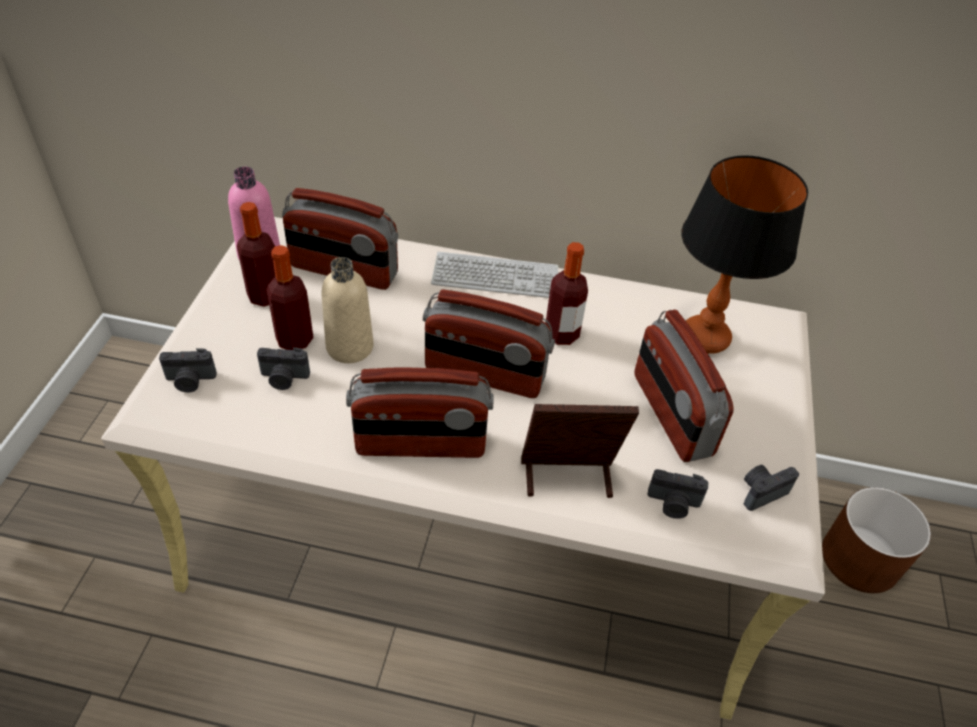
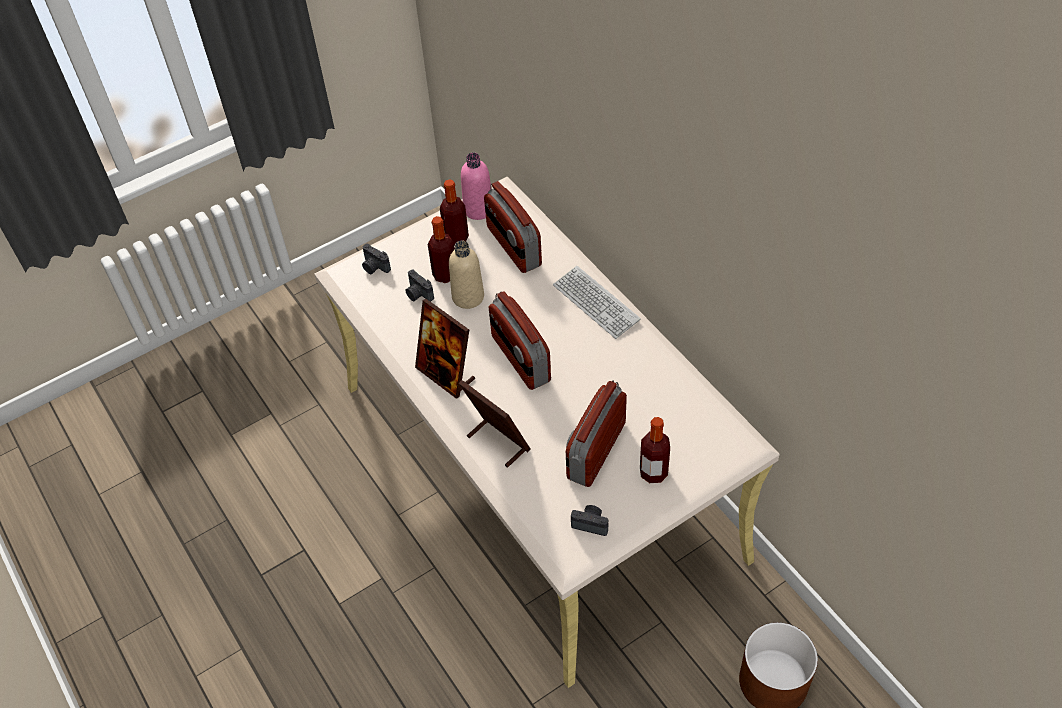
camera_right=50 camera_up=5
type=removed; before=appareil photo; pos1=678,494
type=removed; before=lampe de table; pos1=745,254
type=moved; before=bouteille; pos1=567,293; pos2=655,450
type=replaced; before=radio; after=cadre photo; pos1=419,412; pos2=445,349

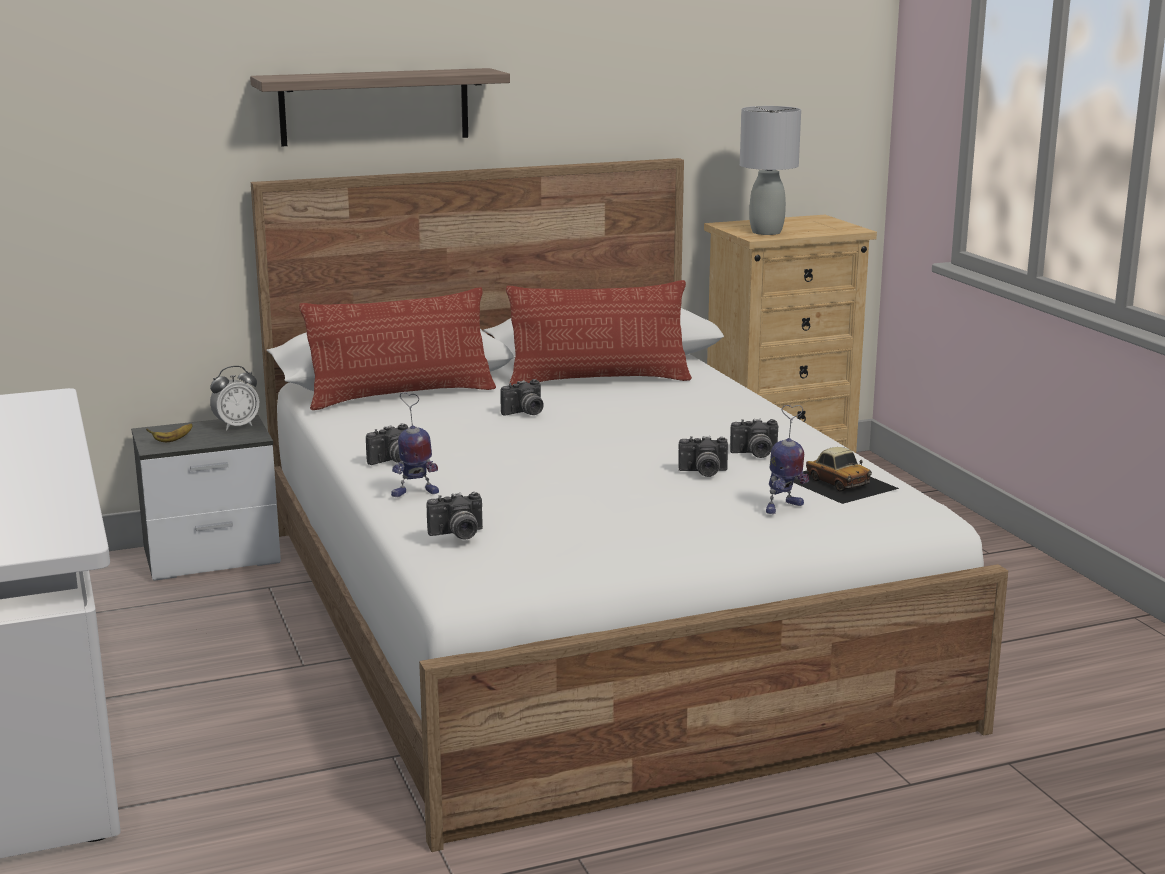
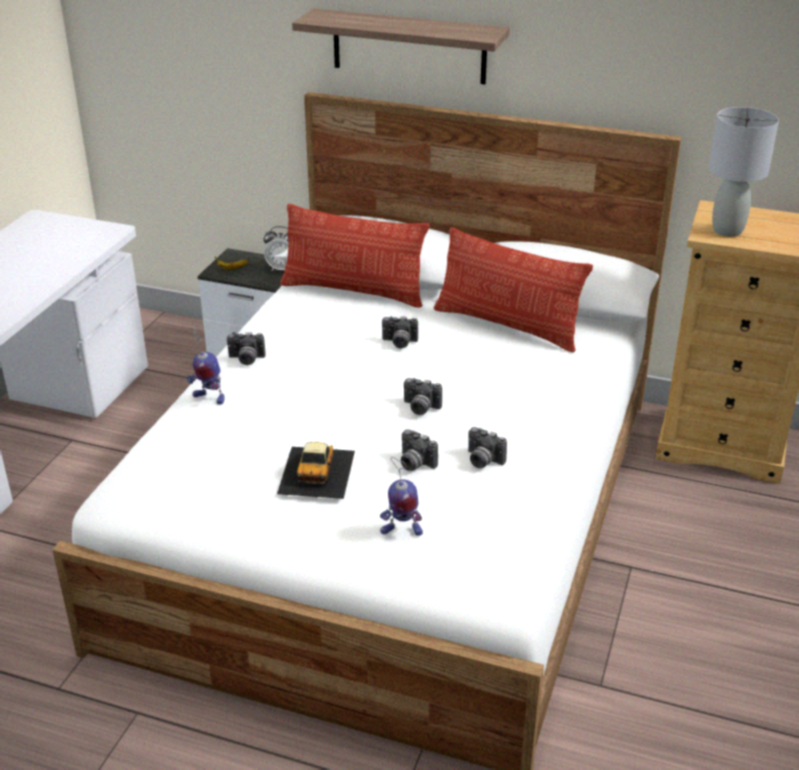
camera_right=40 camera_up=15
type=moved; before=appareil photo; pos1=455,515; pos2=423,396
type=moved; before=petite voiture; pos1=846,475; pos2=316,470

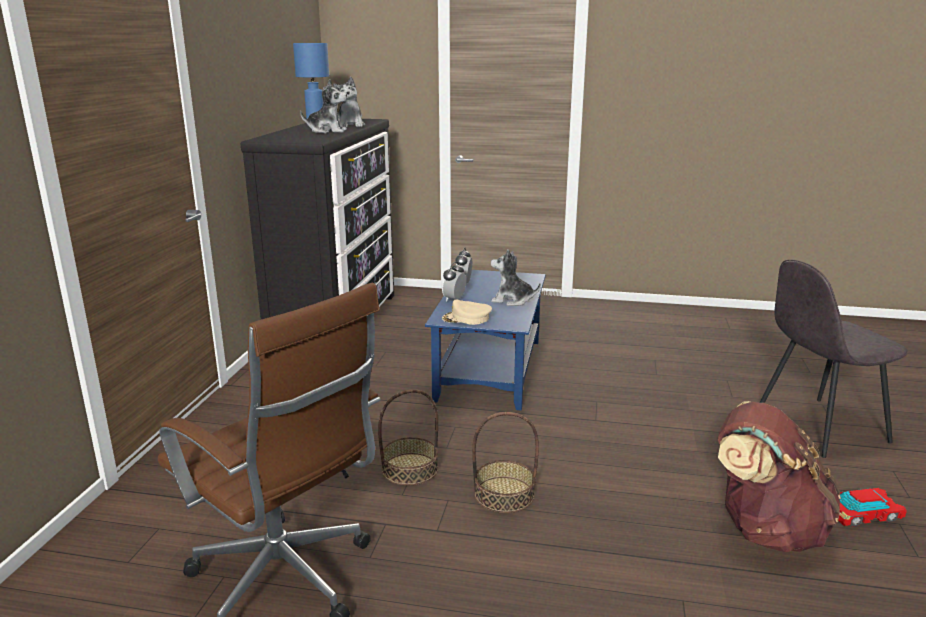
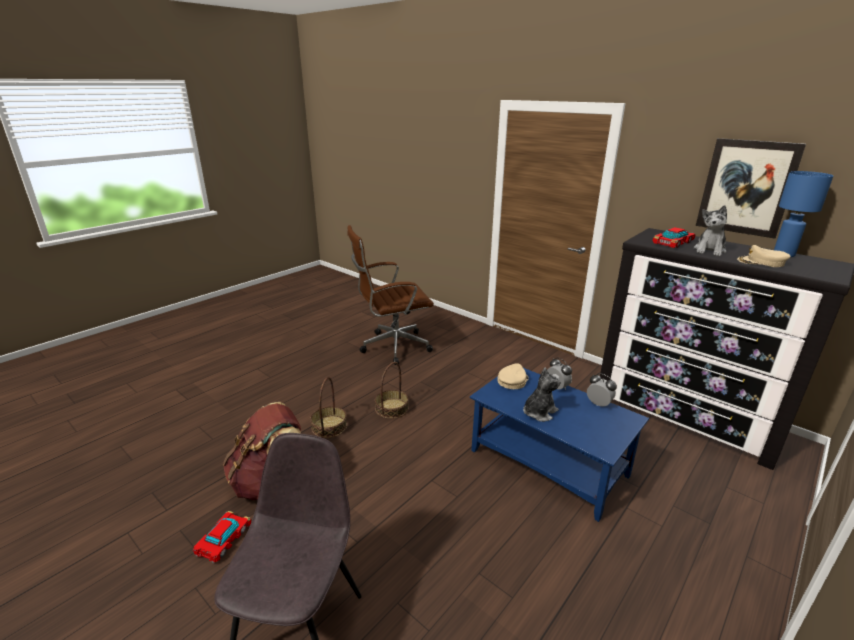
camera_right=120 camera_up=5
type=added; after=petite voiture; pos2=674,237
type=added; after=tableau; pos2=751,188
type=moved; before=panier; pos1=408,437; pos2=328,407
type=replaced; before=peluche; after=casquette [beige]; pos1=349,102; pos2=764,256

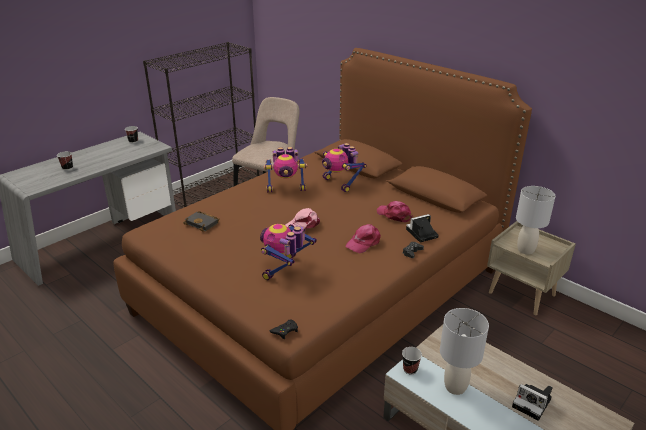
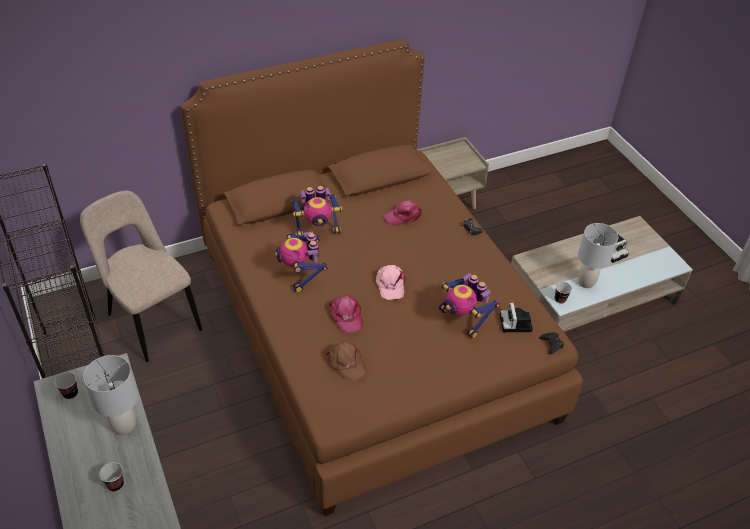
camera_right=-70 camera_up=15
type=moved; before=casquette [rose]; pos1=363,238; pos2=346,314
type=moved; before=appareil photo; pos1=422,228; pos2=516,317
type=moved; before=lampe de table [gris]; pos1=535,220; pos2=110,395
type=replaced; before=livre [noir]; after=casquette [marron]; pos1=201,221; pos2=346,361
type=turned; before=robot jouet; pos1=285,170; pos2=301,262; turn=150

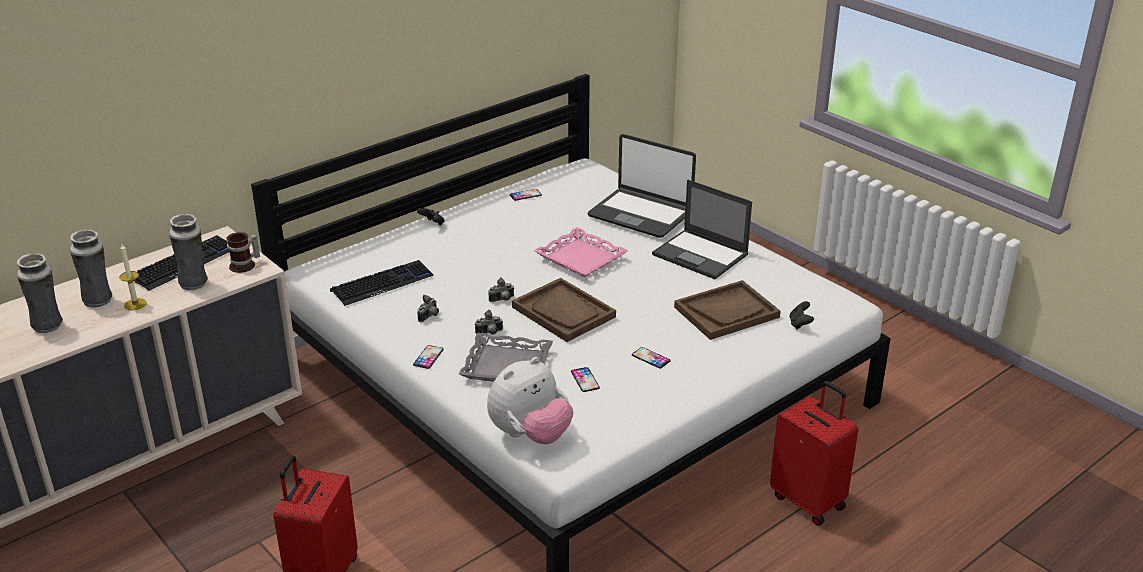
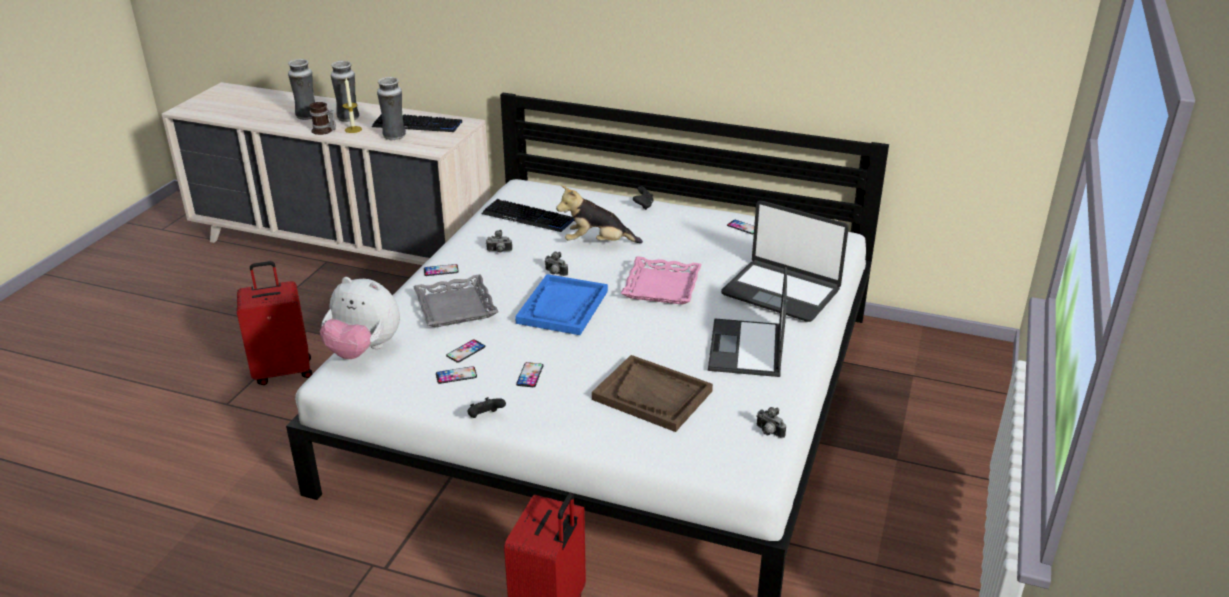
camera_right=60 camera_up=0
type=added; after=téléphone; pos2=456,375
type=added; after=peluche; pos2=599,214
type=moved; before=mug; pos1=243,252; pos2=322,118
type=moved; before=appareil photo; pos1=489,322; pos2=771,422
type=moved; before=manette [noir]; pos1=801,315; pos2=486,407
type=recoloured; before=plateau [marron]; after=plateau [bleu]; pos1=564,310; pos2=561,304
type=turned; before=ordinateur portable; pos1=642,186; pos2=785,261; turn=-60

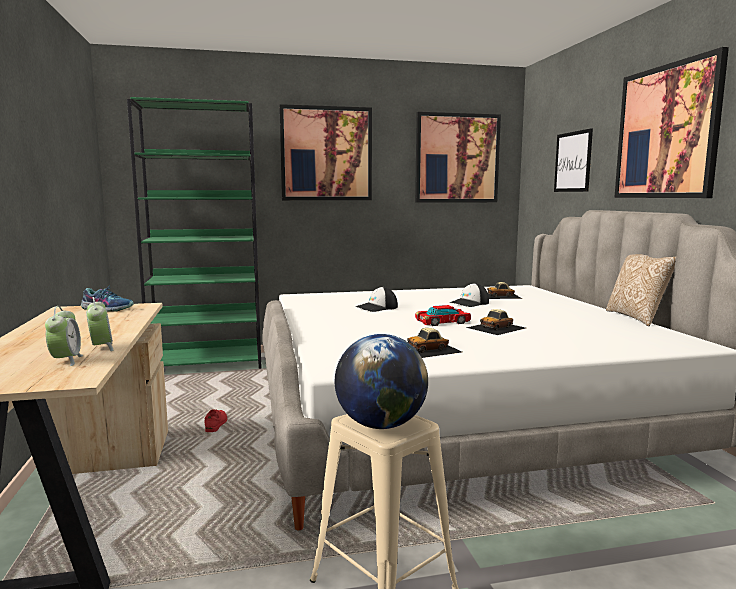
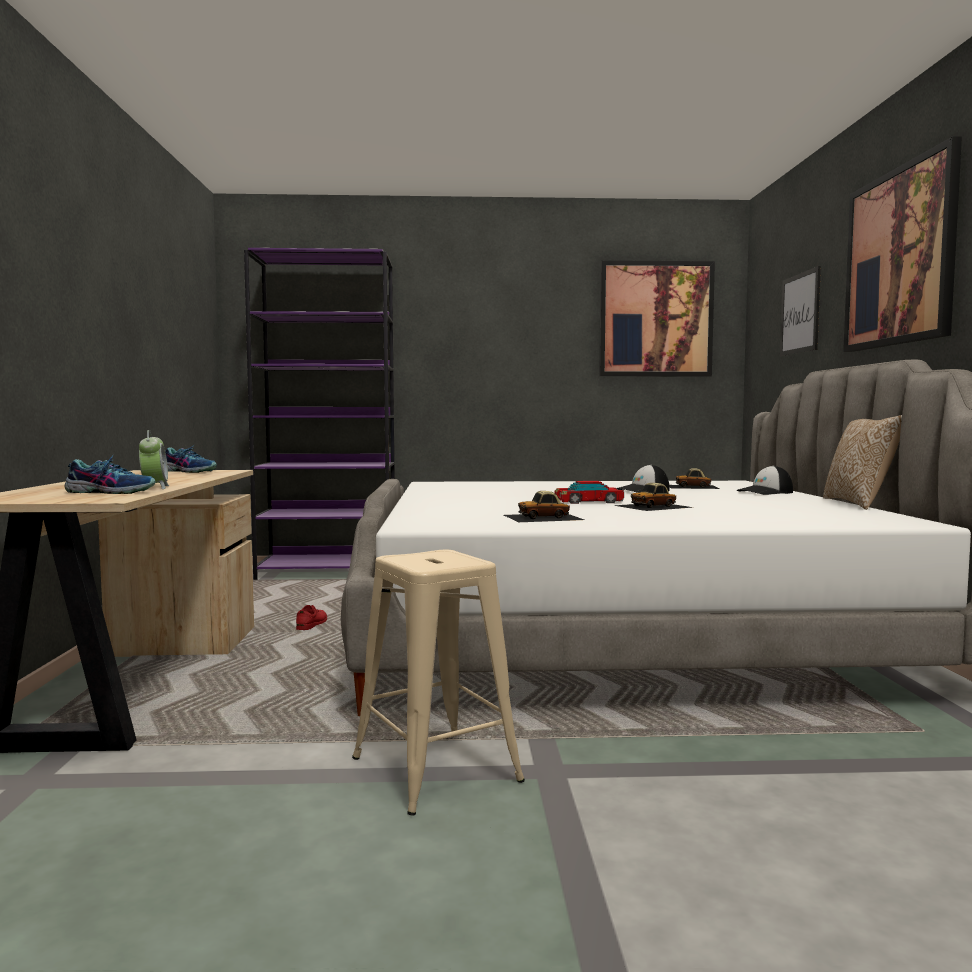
camera_right=10 camera_up=-5
type=removed; before=tableau; pos1=325,152
type=removed; before=globe; pos1=381,381
type=moved; before=casquette; pos1=376,299; pos2=765,480
type=replaced; before=réveil; after=chaussure; pos1=64,336; pos2=110,474
type=recoloured; before=bibliothèque [vert]; after=bibliothèque [violet]; pos1=194,233; pos2=319,414

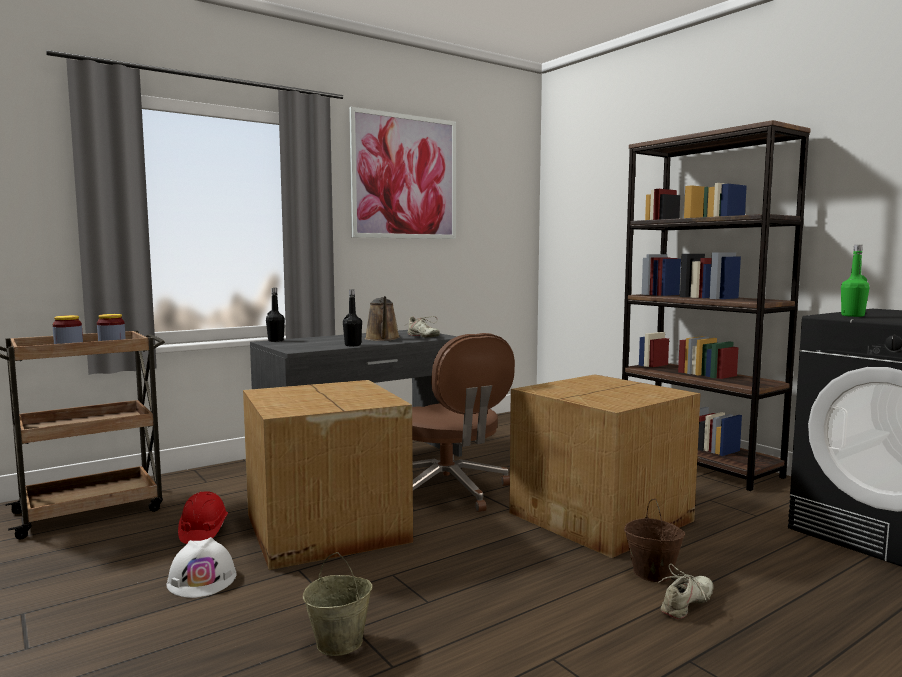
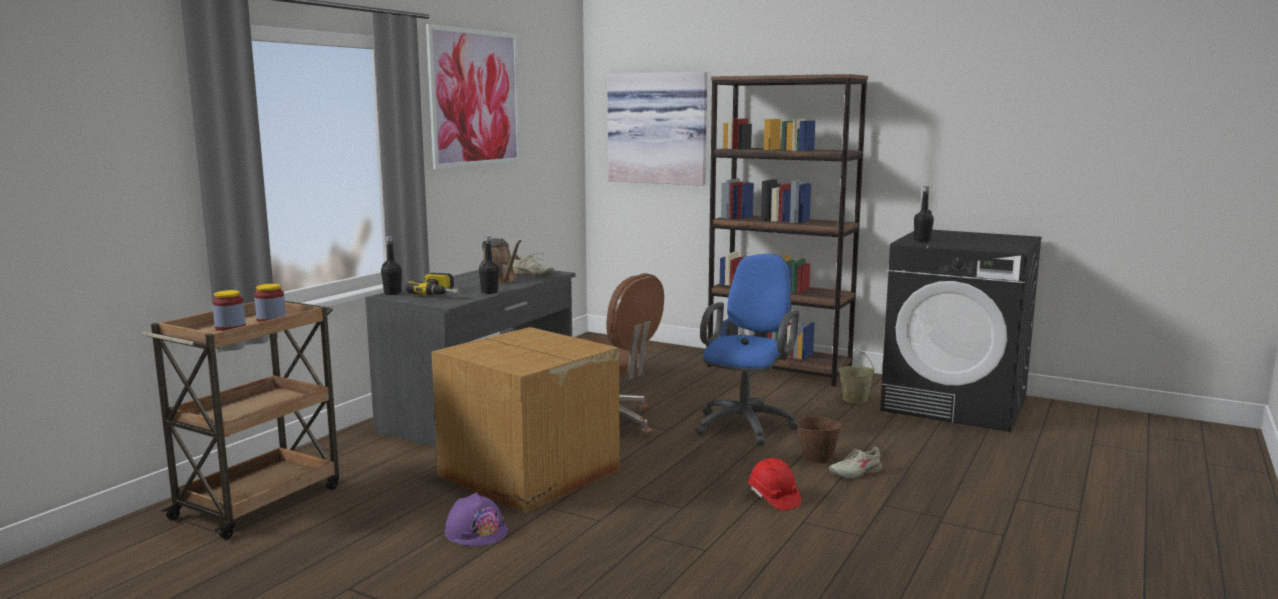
camera_right=-25 camera_up=5
type=added; after=perceuse; pos2=432,284
type=added; after=tableau; pos2=657,129
type=moved; before=casque de chantier [rouge]; pos1=203,517; pos2=774,484
type=moved; before=seau [beige]; pos1=337,604; pos2=856,376
type=replaced; before=carton; after=chaise de bureau [bleu]; pos1=605,466; pos2=747,350
type=recoloured; before=casque de chantier [blanc]; after=casque de chantier [violet]; pos1=202,567; pos2=476,519
type=recoloured; before=bouteille [vert]; after=bouteille [noir]; pos1=855,281; pos2=924,214
type=turned; before=chaussure [beige]; pos1=685,591; pos2=855,463; turn=-135

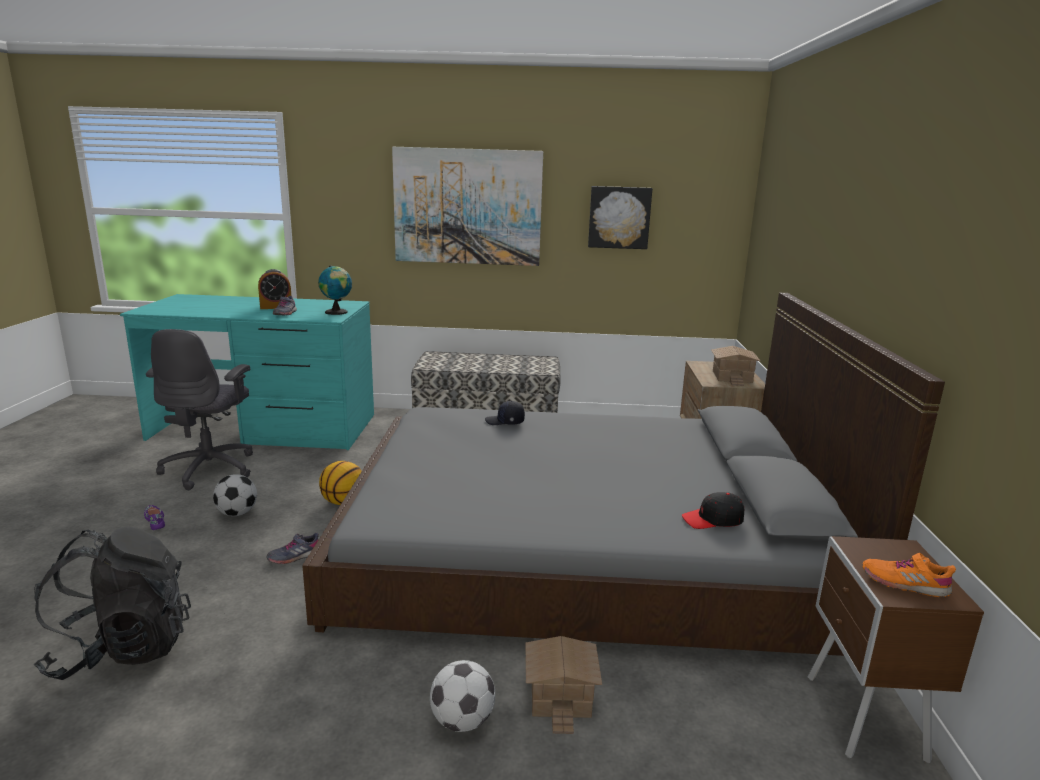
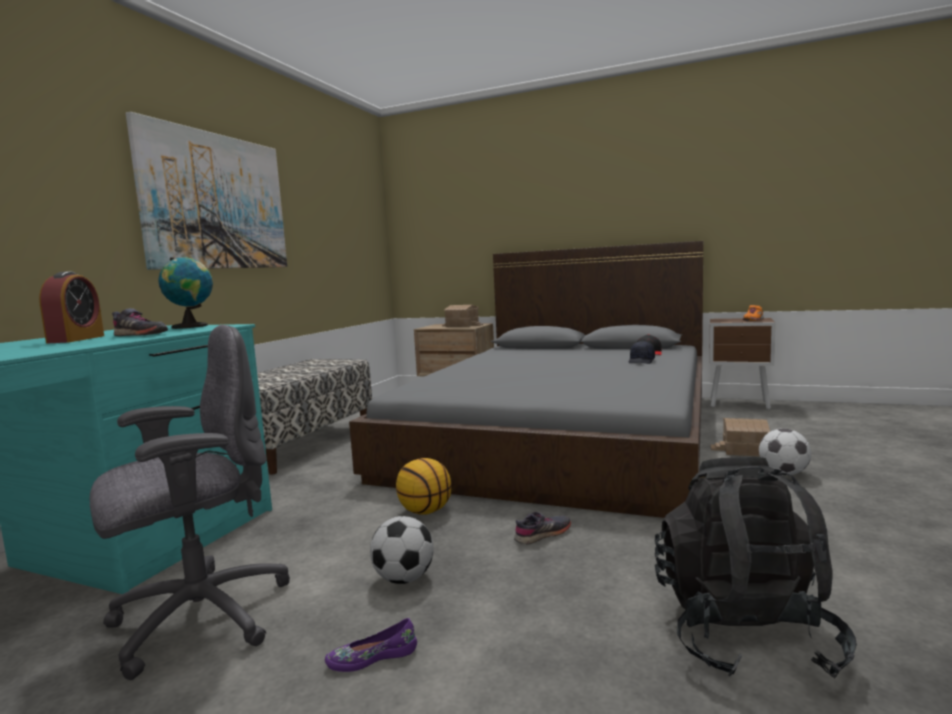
camera_right=-70 camera_up=-10
type=removed; before=tableau; pos1=620,217
type=moved; before=casquette [noir]; pos1=505,413; pos2=642,352
type=turned; before=chaise de bureau [gris]; pos1=199,409; pos2=190,502; turn=-60
type=turned; before=chaussure [gris]; pos1=293,548; pos2=542,528; turn=-105

